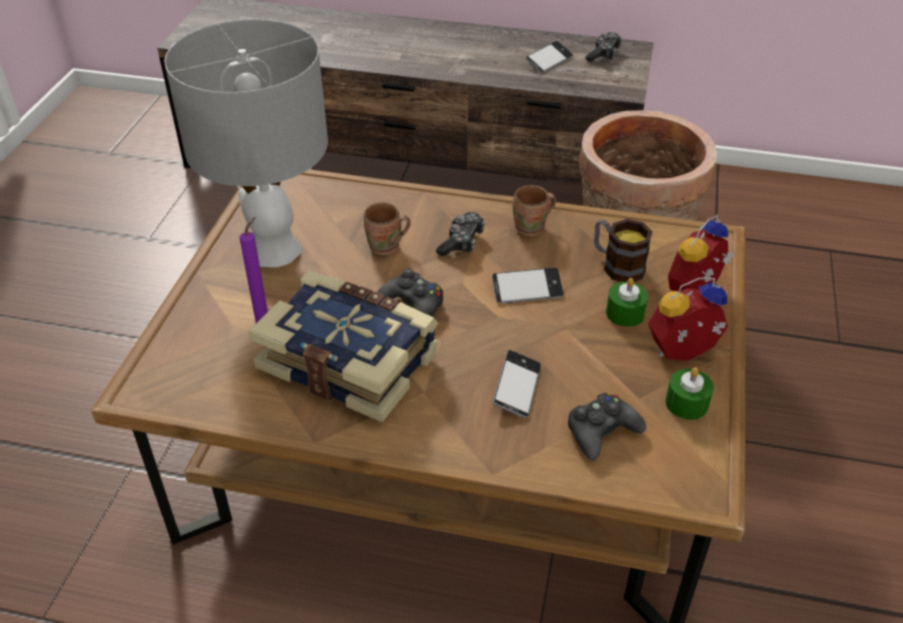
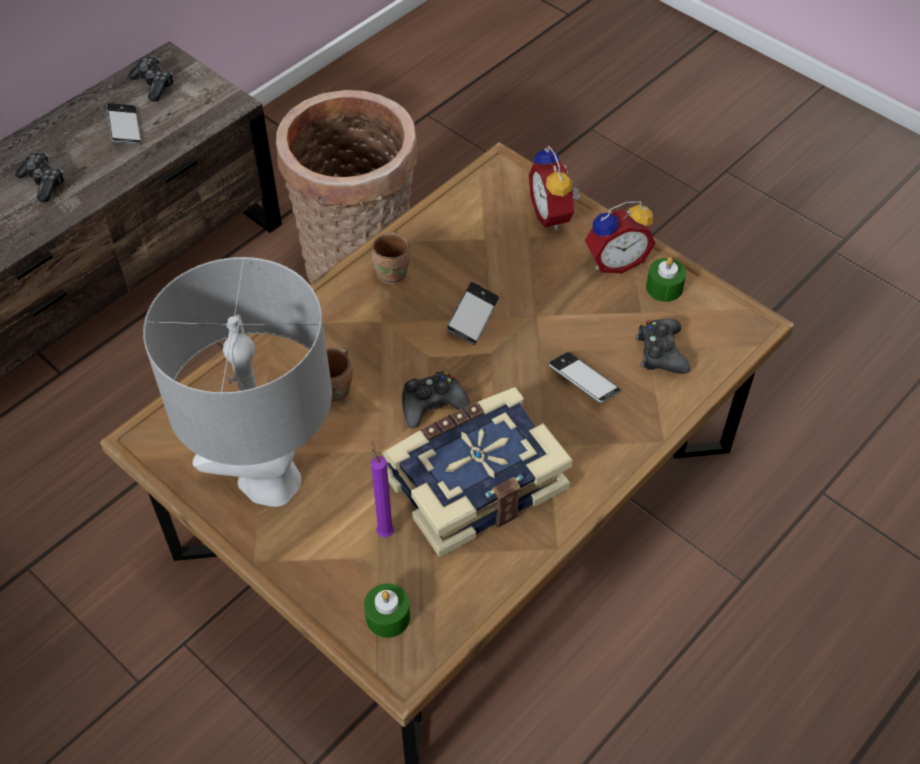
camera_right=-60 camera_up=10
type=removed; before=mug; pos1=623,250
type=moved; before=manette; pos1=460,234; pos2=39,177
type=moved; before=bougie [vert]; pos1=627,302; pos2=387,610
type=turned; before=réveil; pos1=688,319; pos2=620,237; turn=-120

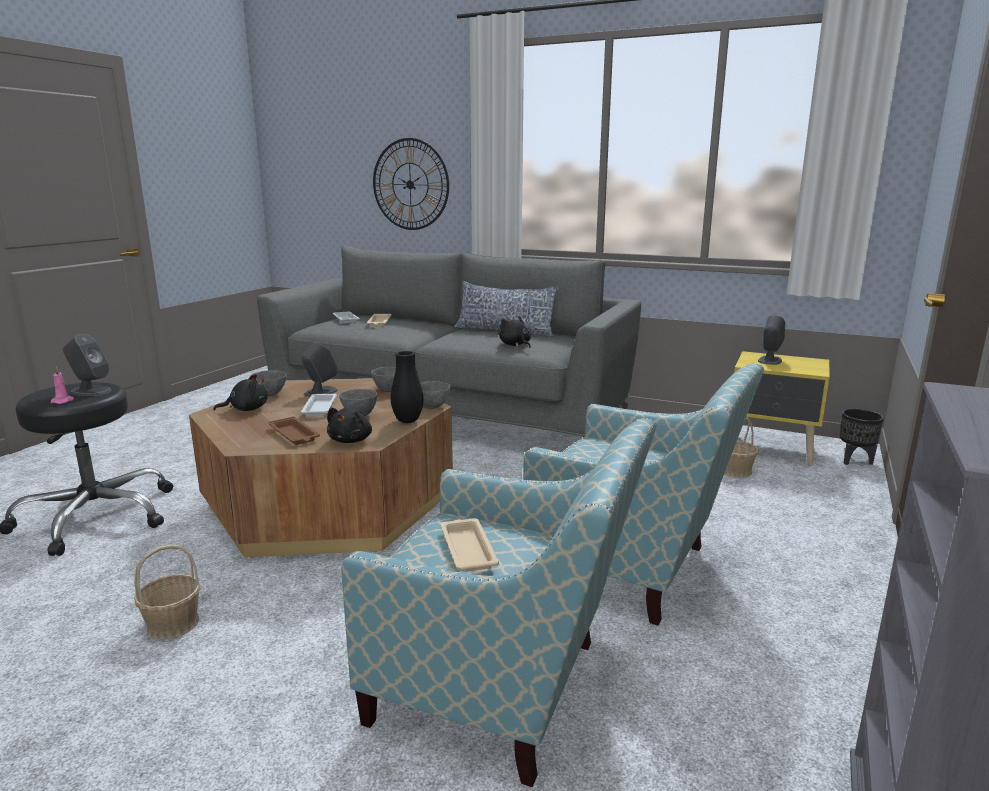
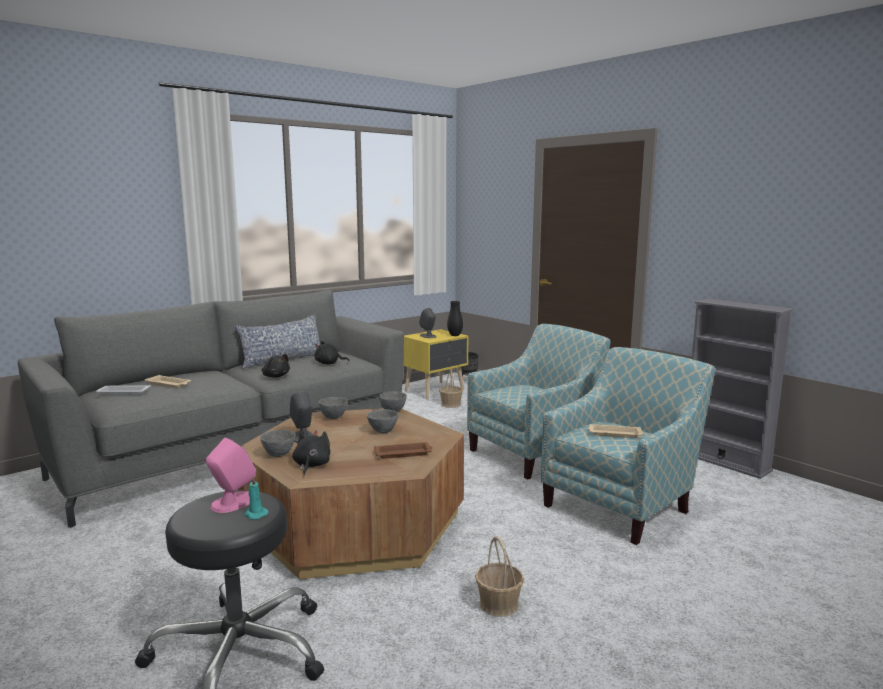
camera_right=-65 camera_up=-5
type=removed; before=plateau [blanc]; pos1=319,405
type=removed; before=horloge murale; pos1=411,184
type=moved; before=peluche [noir]; pos1=349,425; pos2=276,366
type=moved; before=vase [noir]; pos1=407,387; pos2=455,318
type=recoloured; before=bougie [rose]; after=bougie [turquoise]; pos1=62,385; pos2=256,497
type=recoloured; before=enceinte [gris]; after=enceinte [rose]; pos1=87,365; pos2=231,475

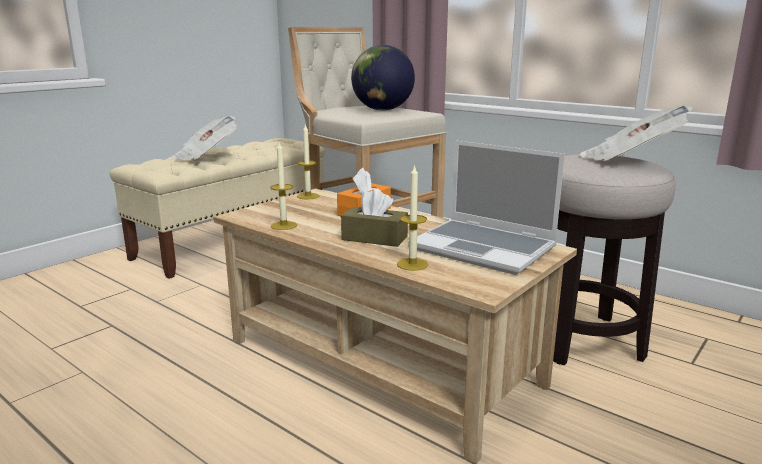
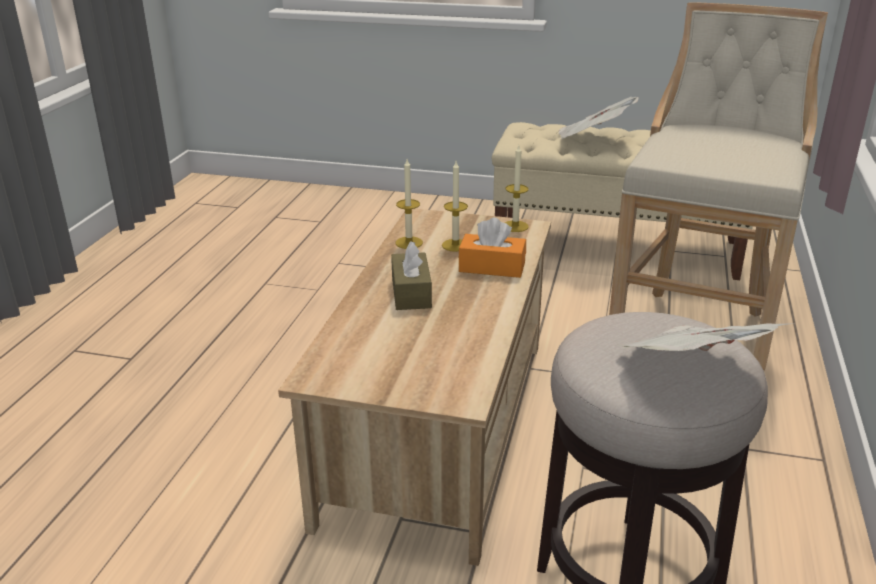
camera_right=65 camera_up=10
type=removed; before=globe; pos1=383,78
type=removed; before=ordinateur portable; pos1=486,207
type=moved; before=bougie; pos1=412,217; pos2=455,206

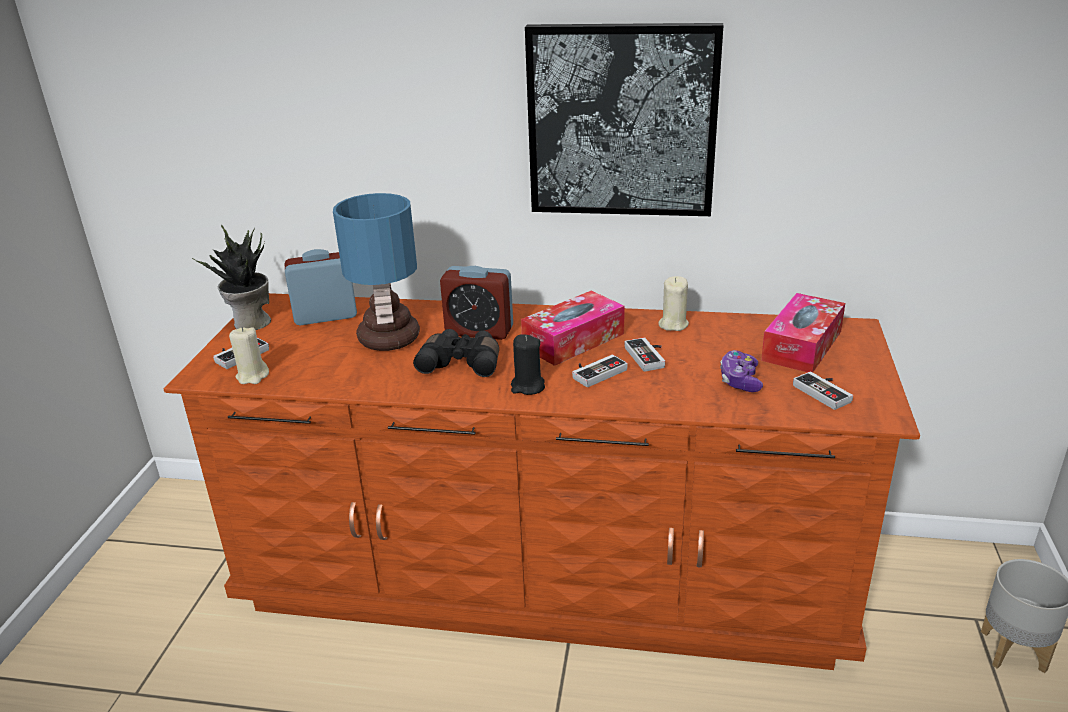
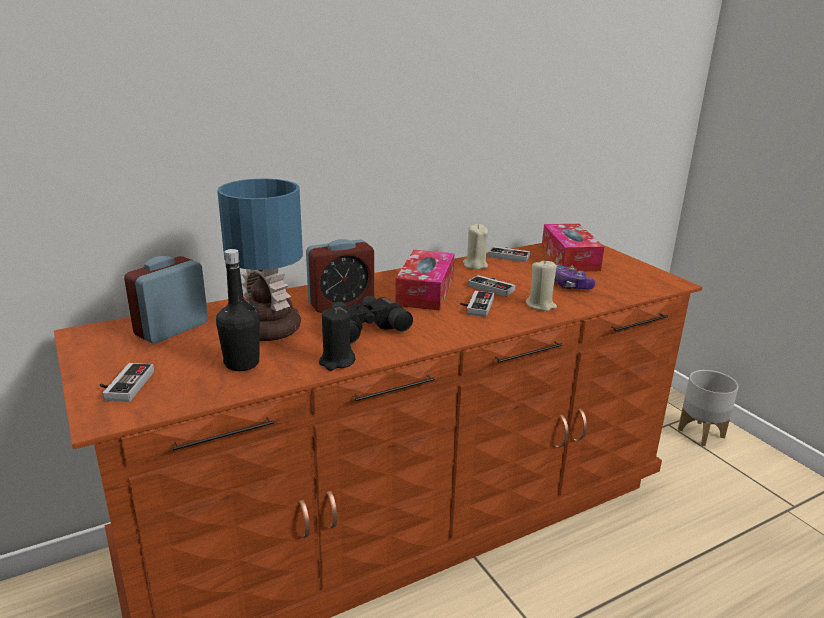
camera_right=-40 camera_up=-5
type=removed; before=plante en pot; pos1=231,277
type=removed; before=tableau; pos1=624,119
type=added; after=bouteille [noir]; pos2=238,310
type=moved; before=bougie [beige]; pos1=249,355; pos2=541,285
type=moved; before=bougie [noir]; pos1=528,365; pos2=337,339
type=moved; before=manette; pos1=823,391; pos2=509,254

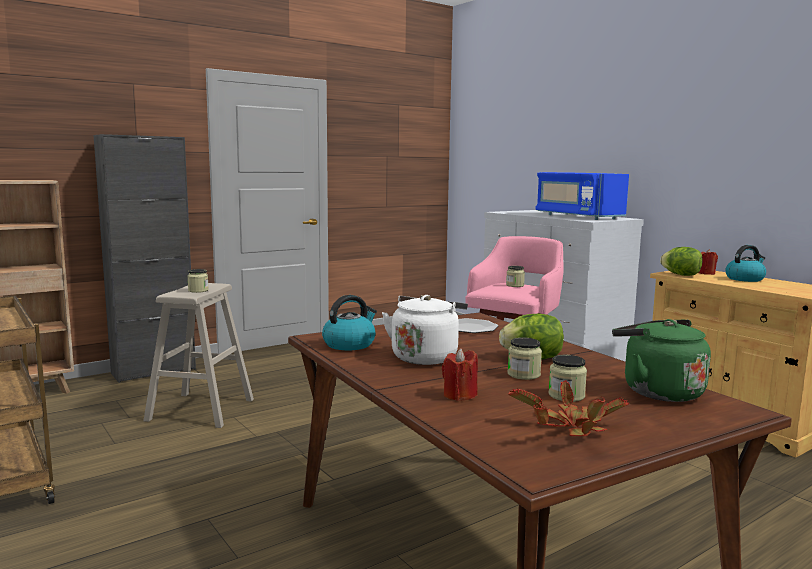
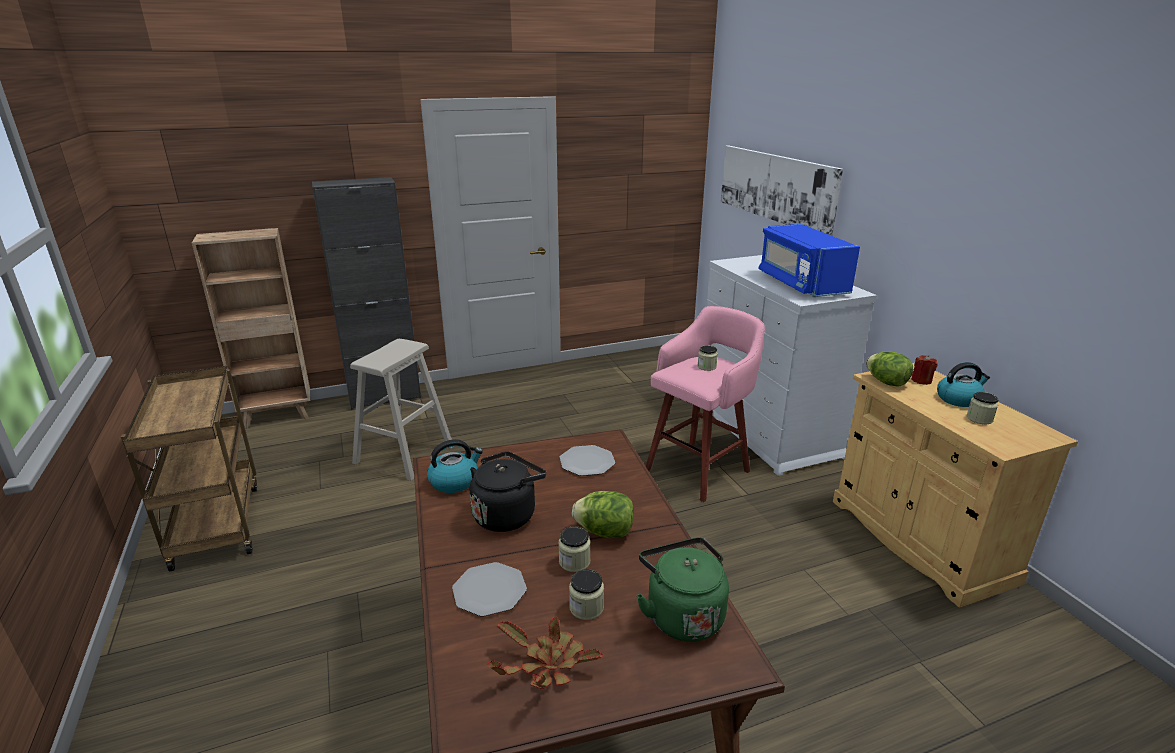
camera_right=15 camera_up=15
type=added; after=tableau; pos2=782,190
type=moved; before=bocal; pos1=198,281; pos2=983,408
type=replaced; before=bougie [rouge]; after=assiette; pos1=460,375; pos2=489,589
type=recoloured; before=bouilloire [blanc]; after=bouilloire [noir]; pos1=425,330; pos2=508,491

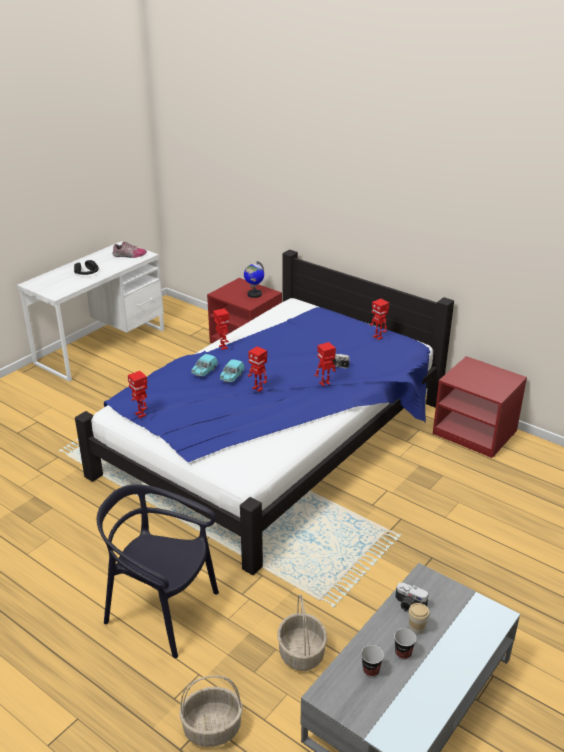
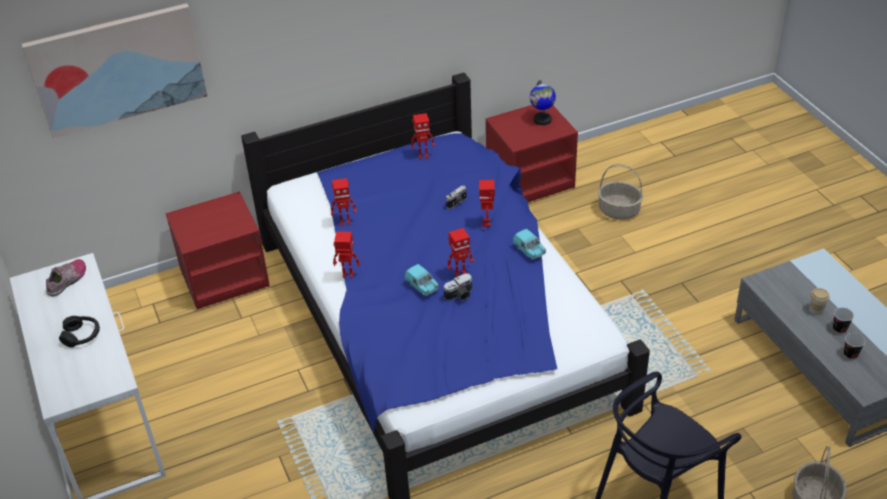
camera_right=-60 camera_up=10
type=added; after=tableau; pos2=115,70
type=moved; before=robot jouet; pos1=138,394; pos2=344,202
type=moved; before=petite voiture [turquoise]; pos1=204,365; pos2=529,244
type=moved; before=globe; pos1=254,279; pos2=543,102
type=moved; before=panier; pos1=302,633; pos2=620,192
type=moved; before=appareil photo; pos1=412,597; pos2=458,287

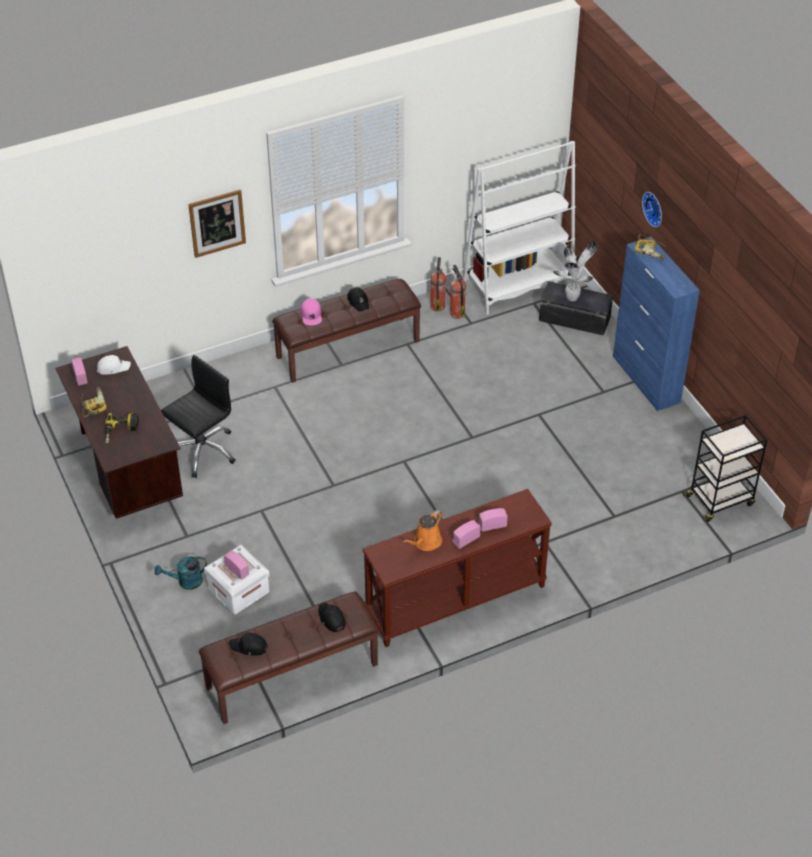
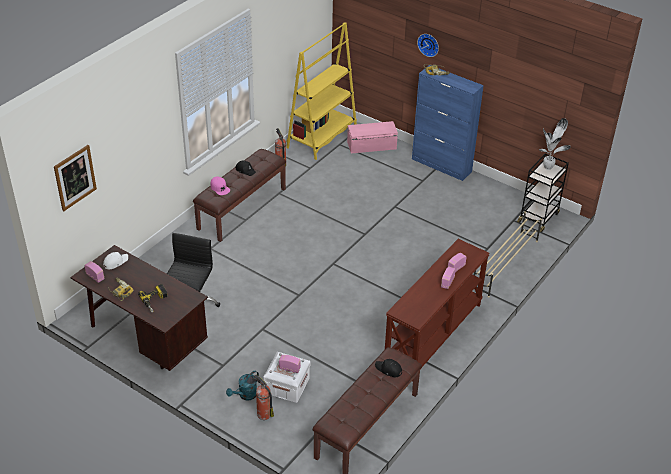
camera_right=-30 camera_up=-5
type=removed; before=casquette [noir]; pos1=248,644
type=removed; before=arrosoir [orange]; pos1=422,530
type=added; after=étagère à chaussures [beige]; pos2=508,254
type=moved; before=tableau; pos1=217,223; pos2=75,178
type=moved; before=extincteur; pos1=458,292; pos2=263,397
type=moved; before=plante en pot; pos1=575,271; pos2=555,144
type=recoloured; before=bibliothèque [blanc]; after=bibliothèque [jaune]; pos1=519,228; pos2=321,91
type=recoloured; before=boîte de rangement [noir]; after=boîte de rangement [rose]; pos1=576,308; pos2=372,137

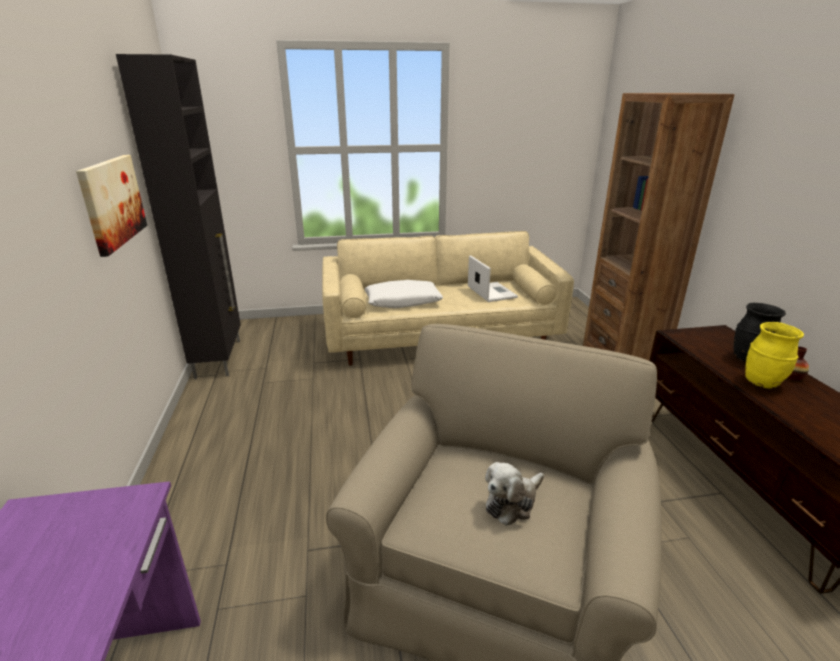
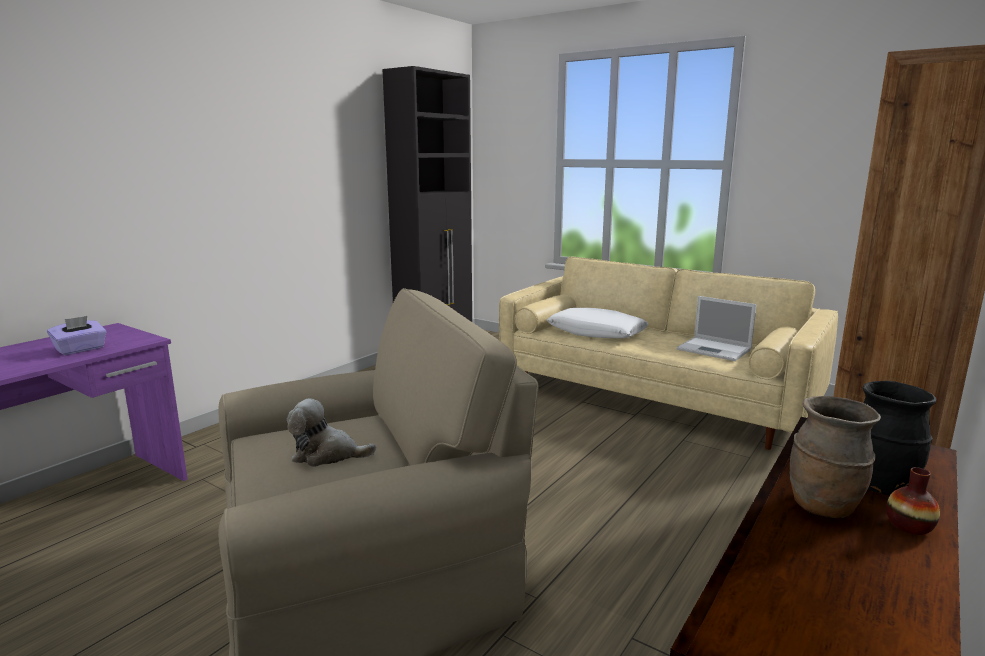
camera_right=45 camera_up=-10
type=removed; before=tableau; pos1=111,206
type=added; after=boîte à mouchoirs [violet]; pos2=77,335
type=recoloured; before=vase [jaune]; after=vase [marron]; pos1=774,355; pos2=835,457
type=turned; before=ordinateur portable; pos1=493,278; pos2=717,328; turn=105

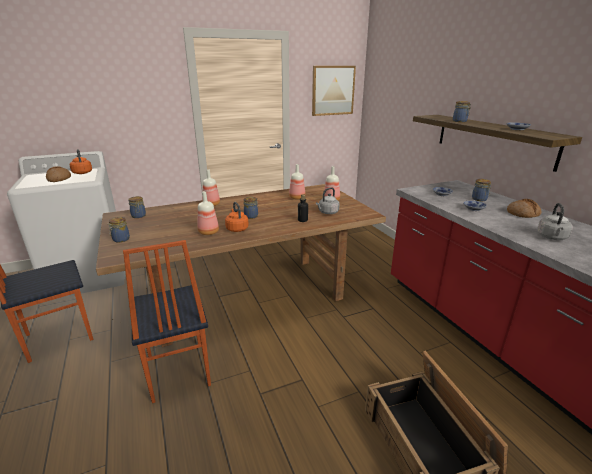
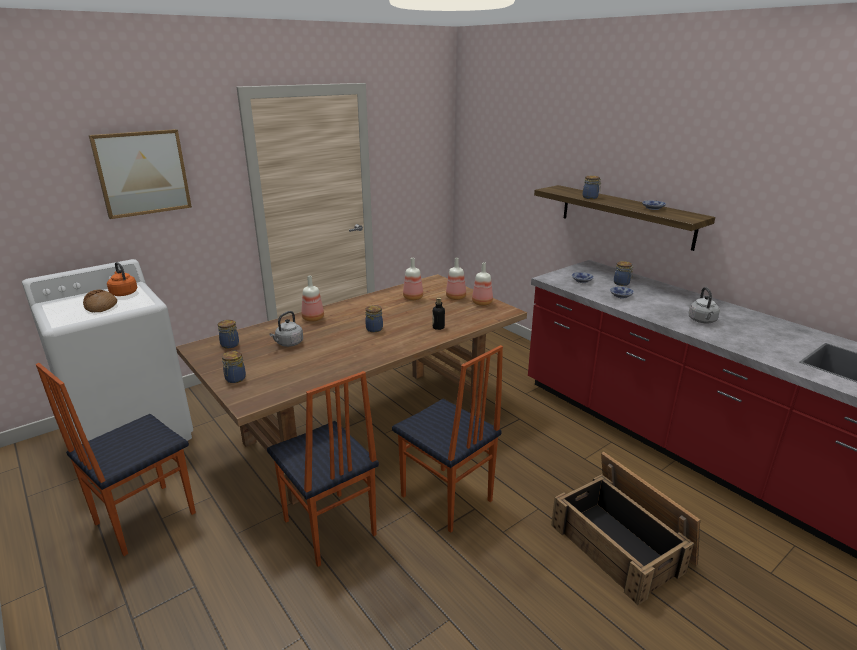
camera_right=-15 camera_up=0
type=removed; before=bouilloire [orange]; pos1=237,217
type=removed; before=pain; pos1=524,208
type=added; after=chaise; pos2=447,439
type=moved; before=bouteille; pos1=208,213; pos2=482,284
type=moved; before=tableau; pos1=334,91; pos2=140,174
type=moved; before=bouilloire [gris]; pos1=327,200; pos2=286,329

